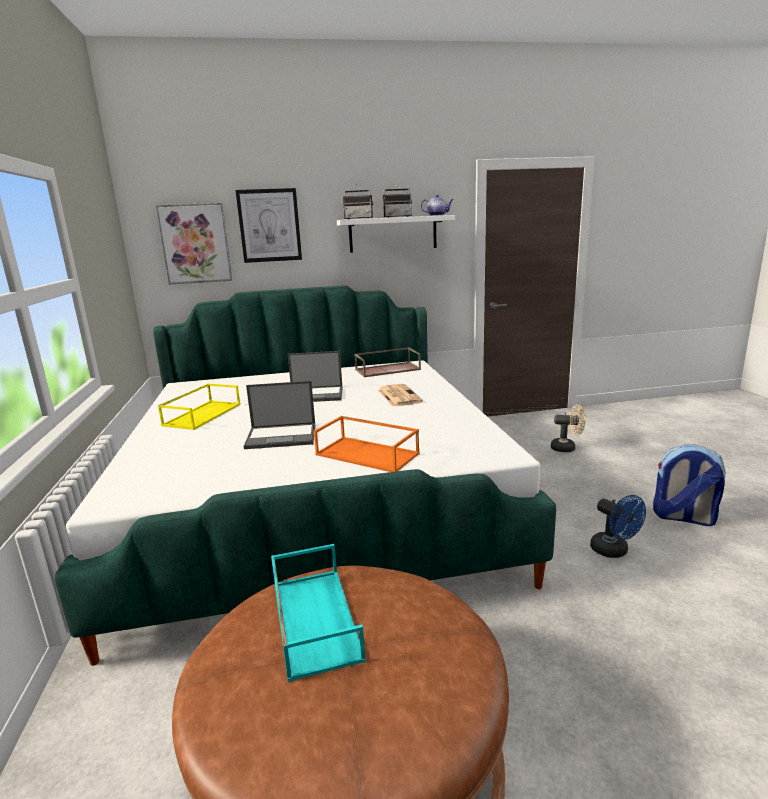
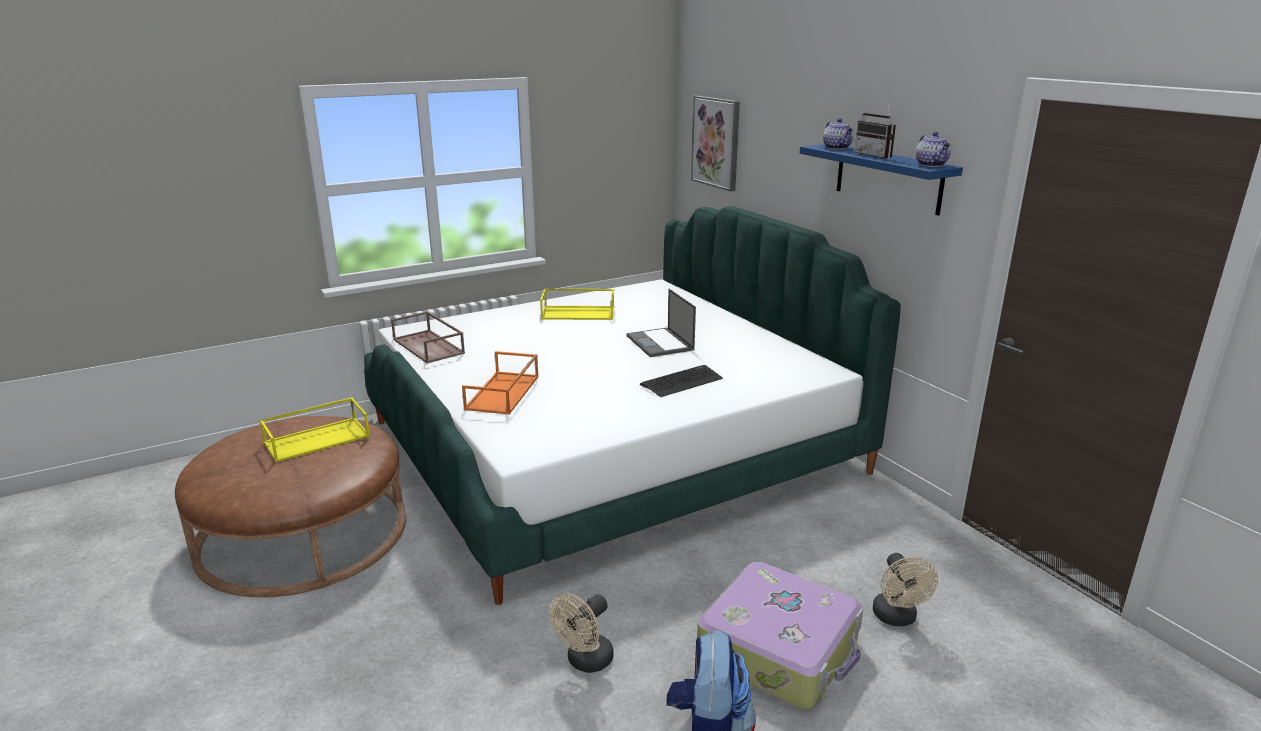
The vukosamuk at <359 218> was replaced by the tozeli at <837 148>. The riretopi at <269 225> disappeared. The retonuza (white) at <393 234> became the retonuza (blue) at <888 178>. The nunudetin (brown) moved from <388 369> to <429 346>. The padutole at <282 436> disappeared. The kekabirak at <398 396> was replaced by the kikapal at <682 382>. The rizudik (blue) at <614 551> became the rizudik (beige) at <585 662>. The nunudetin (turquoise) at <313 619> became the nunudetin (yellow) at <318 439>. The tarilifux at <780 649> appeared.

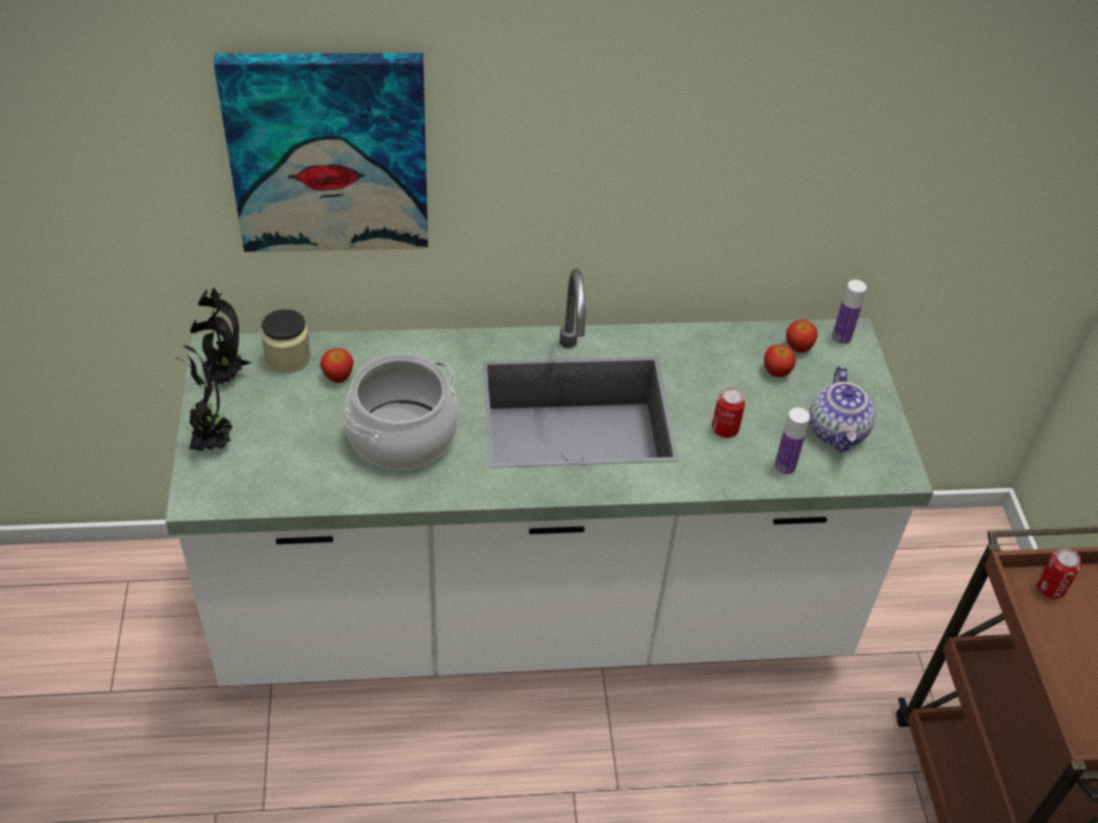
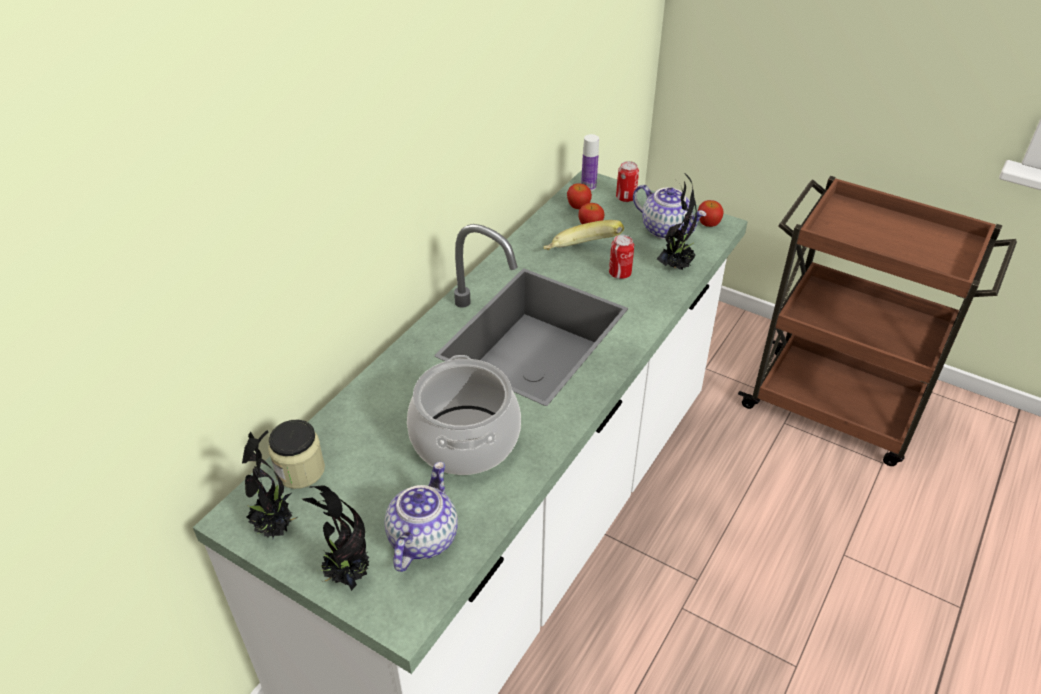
The riretopi at <329 152> disappeared. The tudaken moved from <338 376> to <708 224>. The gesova at <784 467> was replaced by the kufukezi at <676 265>. The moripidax moved from <1050 588> to <626 198>. The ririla at <581 254> appeared. The tozeli at <422 537> appeared.

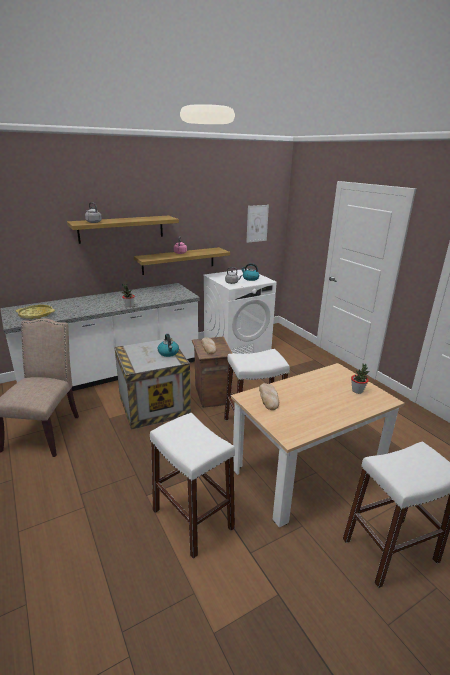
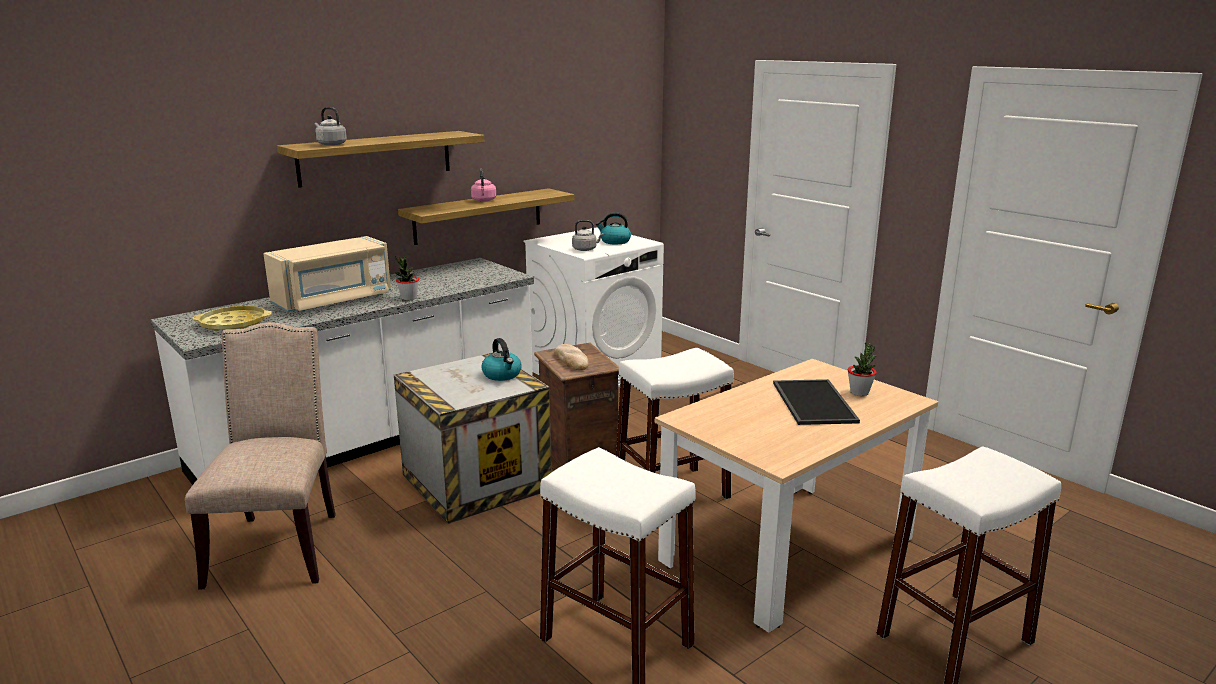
The riretopi at <257 223> disappeared. The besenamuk at <269 398> disappeared. The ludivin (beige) at <333 301> appeared. The nunudetin at <812 402> appeared.

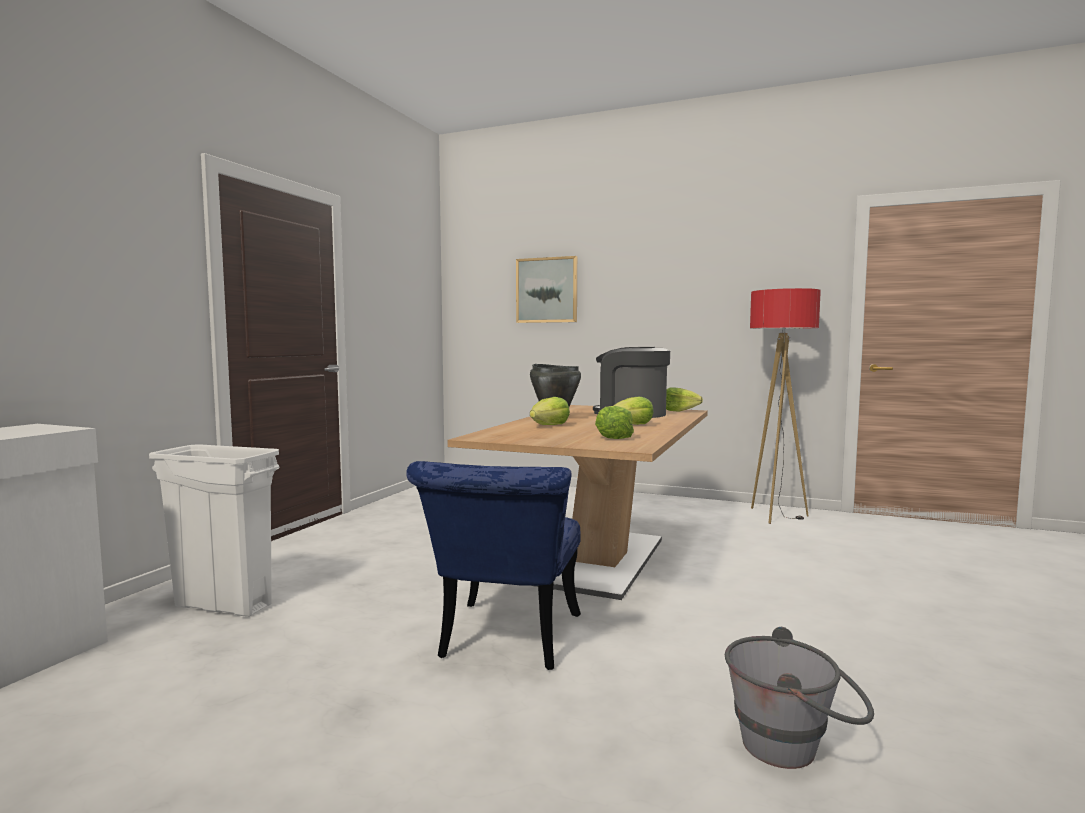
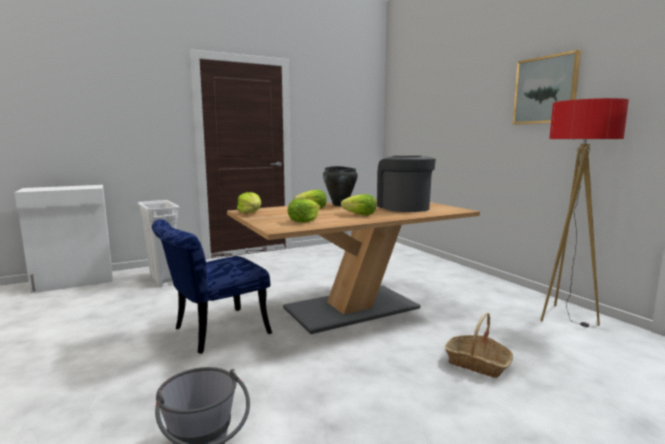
The riretopi moved from <547 290> to <545 90>. The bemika moved from <679 411> to <250 213>. The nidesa at <477 363> appeared.

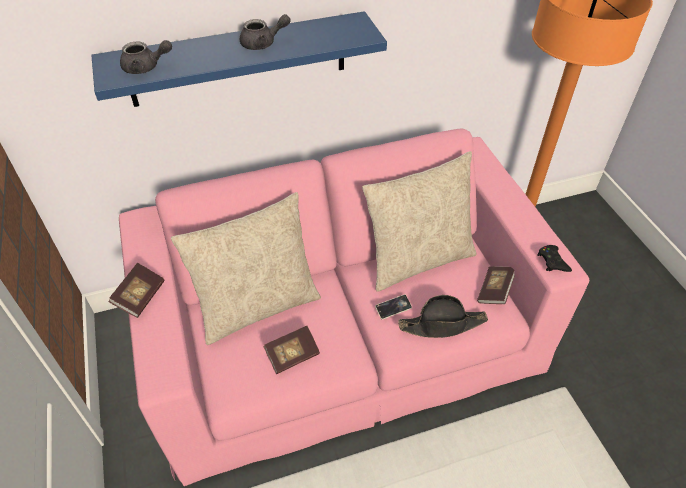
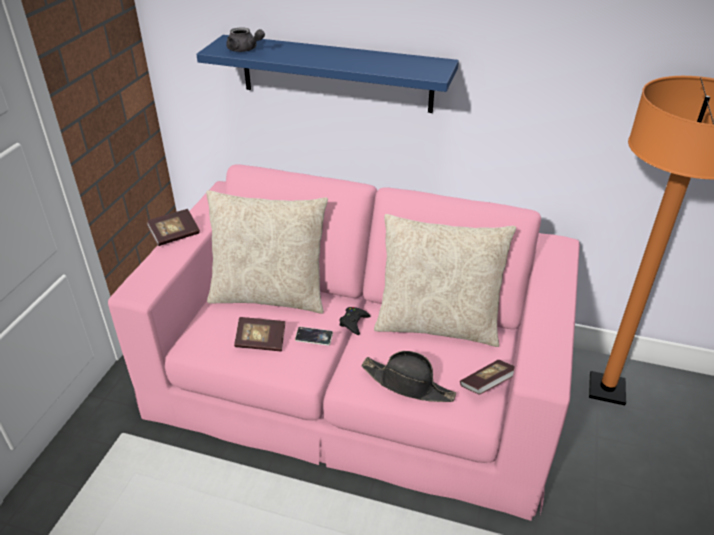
The tozeli (grey) at <263 43> disappeared. The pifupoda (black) moved from <552 261> to <354 323>. The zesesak moved from <393 308> to <314 338>.

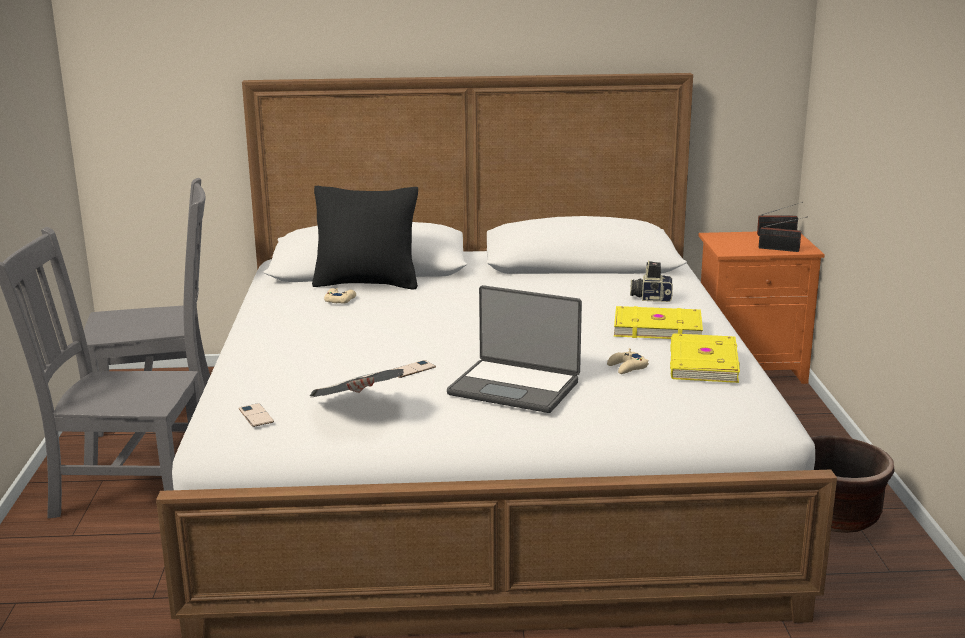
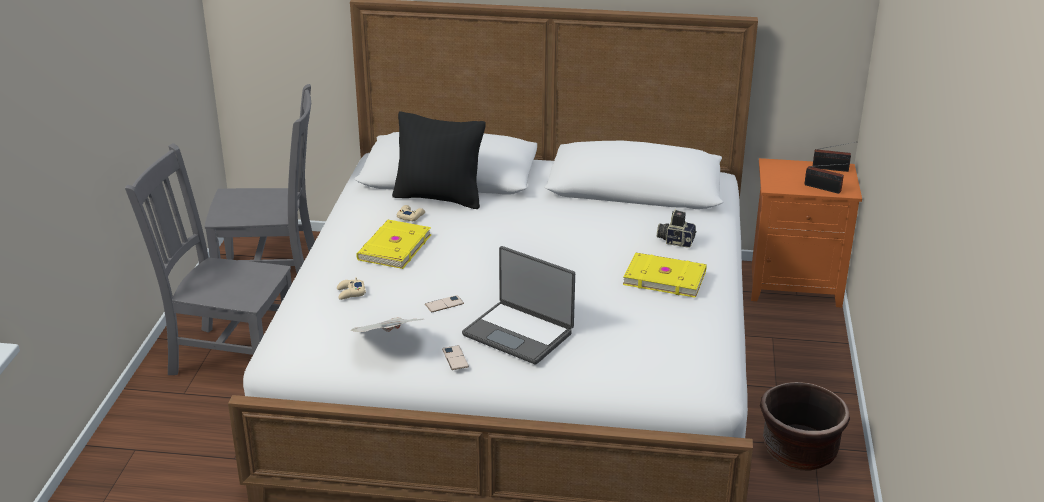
The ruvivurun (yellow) moved from <701 363> to <393 247>. The pifupoda (beige) moved from <627 367> to <350 293>. The zesesak moved from <256 415> to <455 358>.

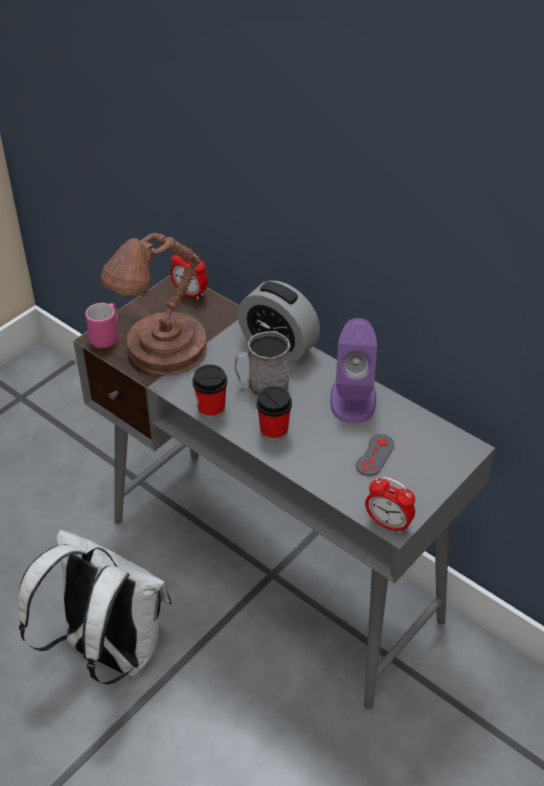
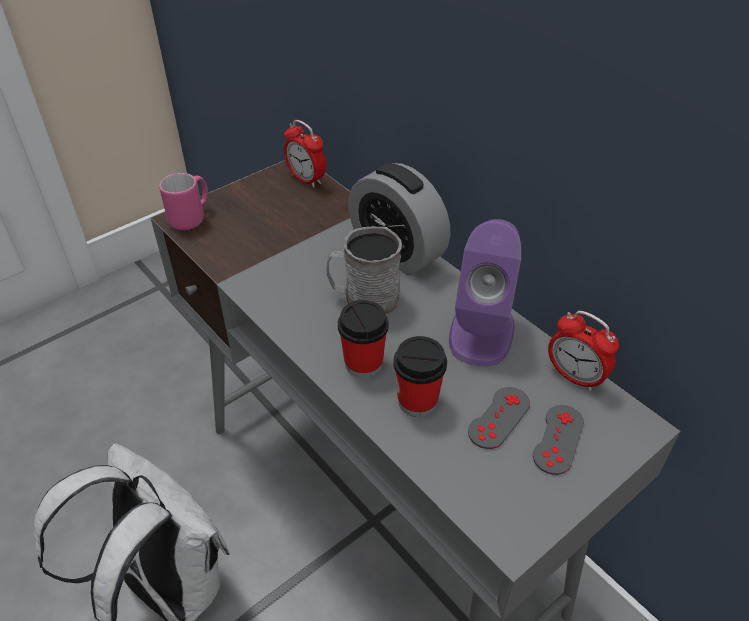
The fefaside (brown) at <163 352> disappeared. The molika moved from <211 409> to <417 401>. The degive moved from <388 523> to <574 377>. The pifupoda (grey) at <558 439> appeared.

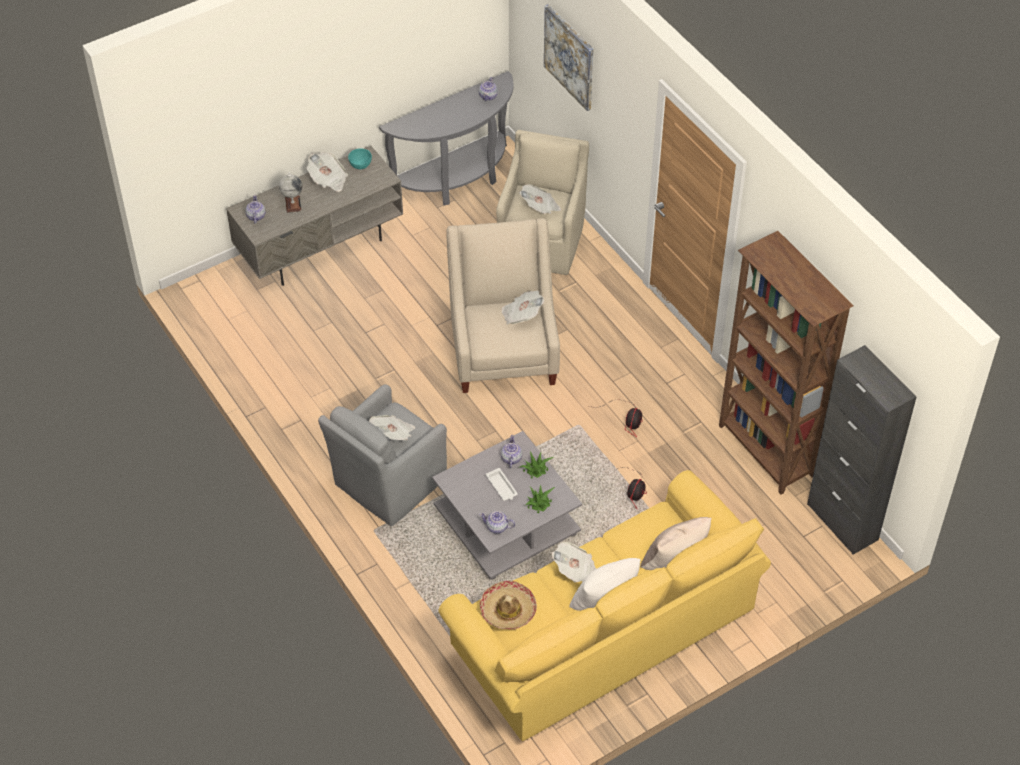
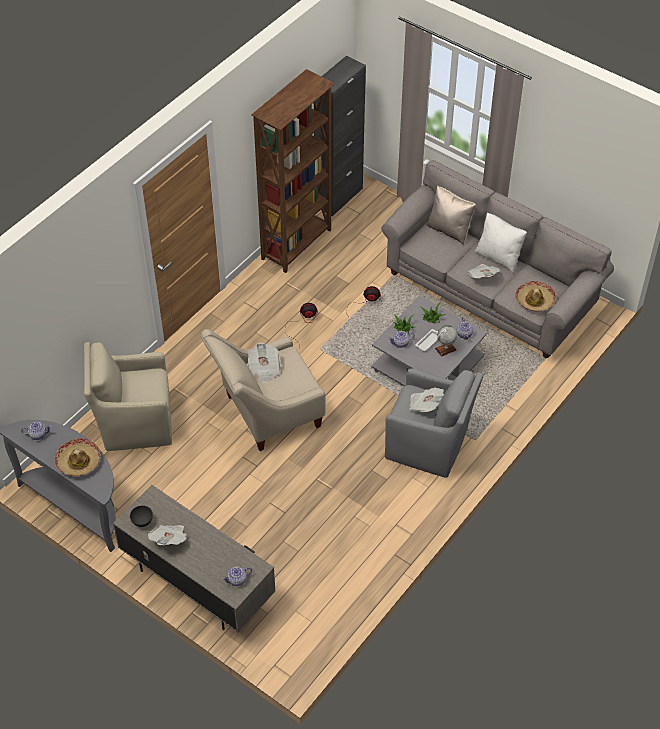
The riretopi at <569 57> disappeared. The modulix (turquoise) at <360 165> became the modulix (grey) at <142 521>. The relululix moved from <293 204> to <445 349>. The kekabirak at <540 207> disappeared. The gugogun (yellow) at <601 634> became the gugogun (grey) at <490 292>. The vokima at <78 461> appeared.

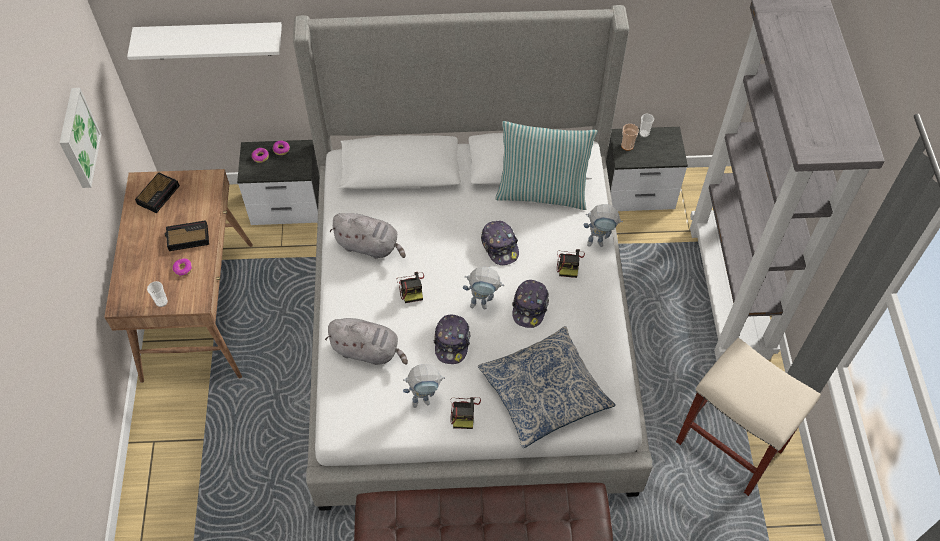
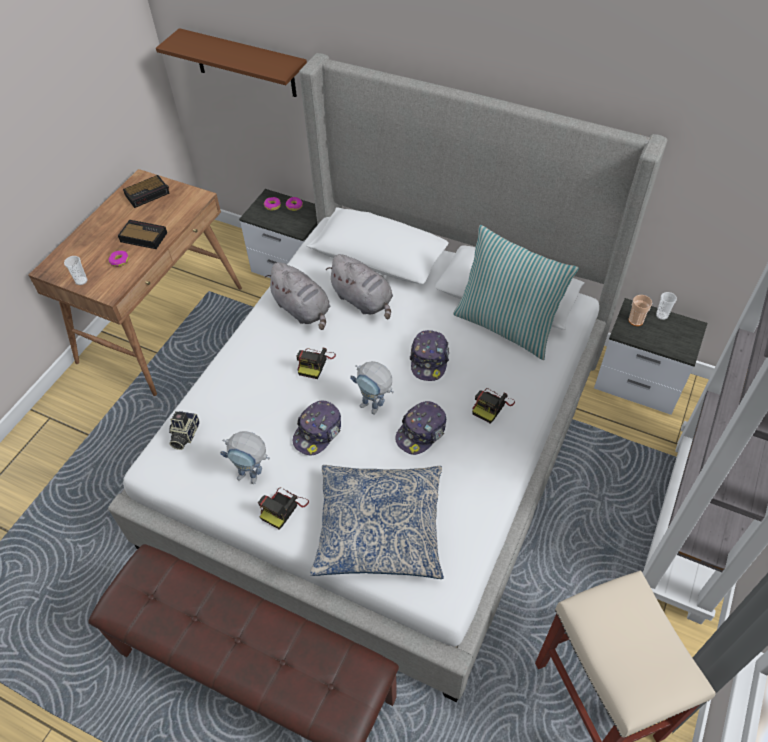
The retonuza (white) at <211 40> became the retonuza (brown) at <244 63>. The riretopi at <77 138> disappeared. The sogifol at <599 242> disappeared. The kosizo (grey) moved from <368 350> to <363 301>. The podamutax at <184 435> appeared.

